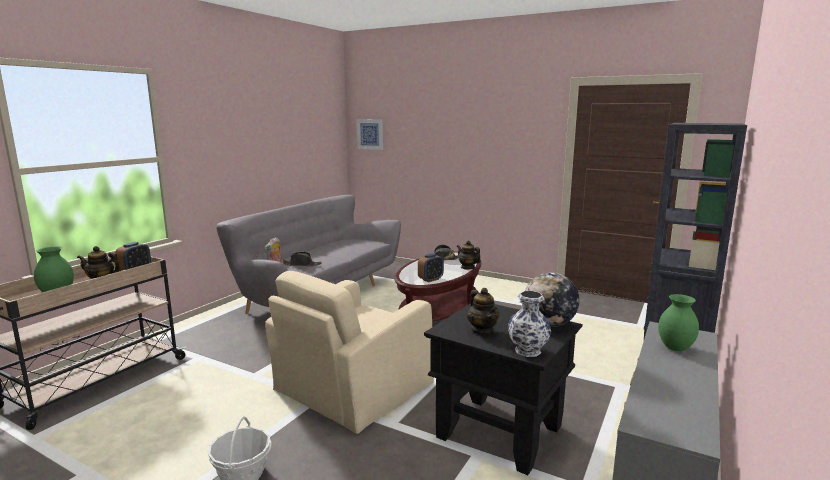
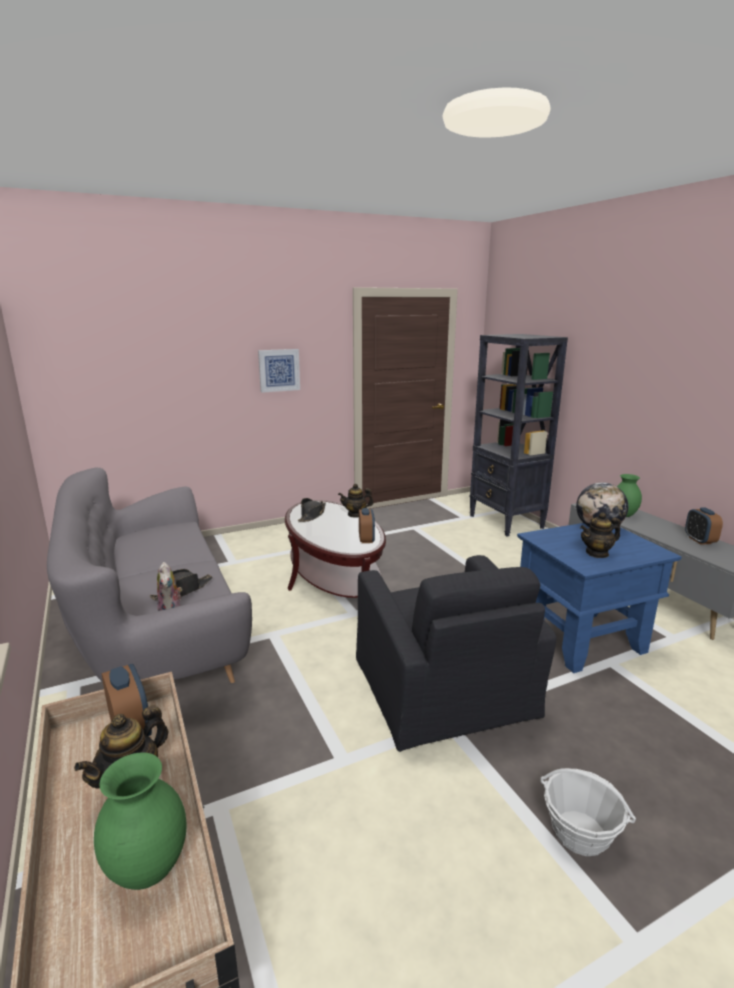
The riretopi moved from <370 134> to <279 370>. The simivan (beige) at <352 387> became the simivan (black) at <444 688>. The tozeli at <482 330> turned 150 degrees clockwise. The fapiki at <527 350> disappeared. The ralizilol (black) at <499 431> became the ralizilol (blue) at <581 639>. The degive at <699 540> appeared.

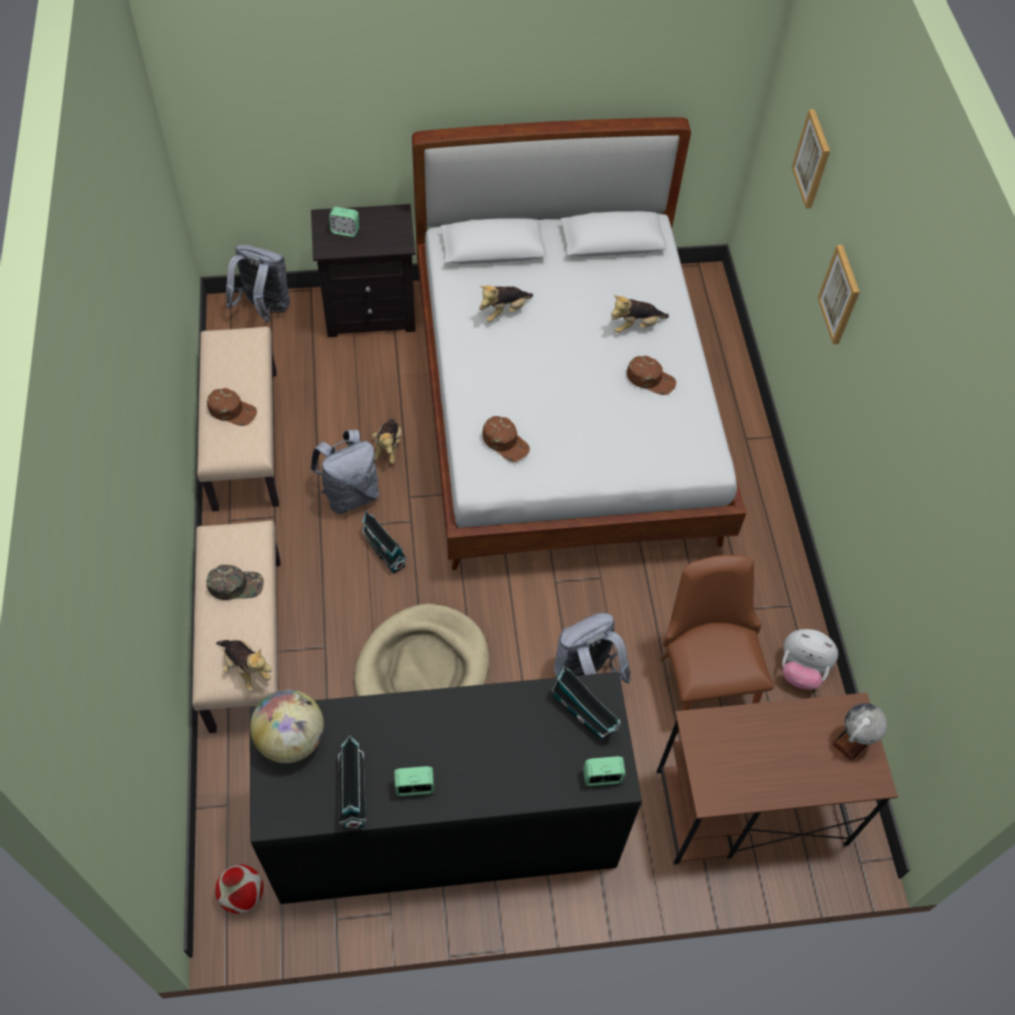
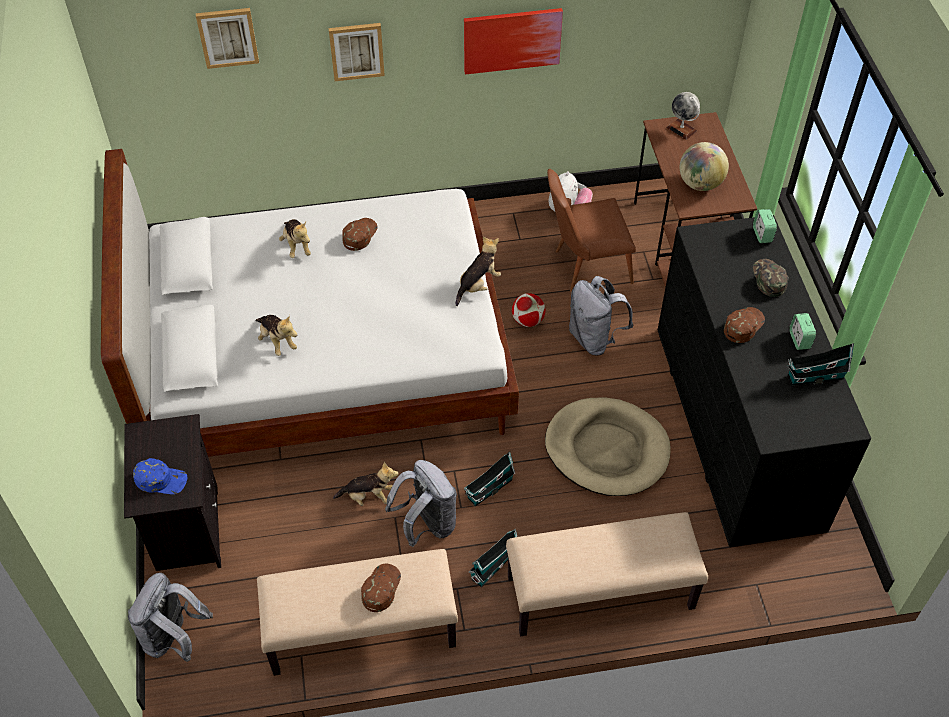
The degive at <345 231> was replaced by the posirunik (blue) at <161 479>. The posirunik (brown) moved from <505 442> to <743 325>. The posirunik (green) moved from <236 585> to <768 279>. The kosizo moved from <246 669> to <478 285>. The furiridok moved from <585 714> to <494 565>. The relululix moved from <291 739> to <700 183>. The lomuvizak moved from <243 895> to <527 320>. The riretopi at <512 40> appeared.

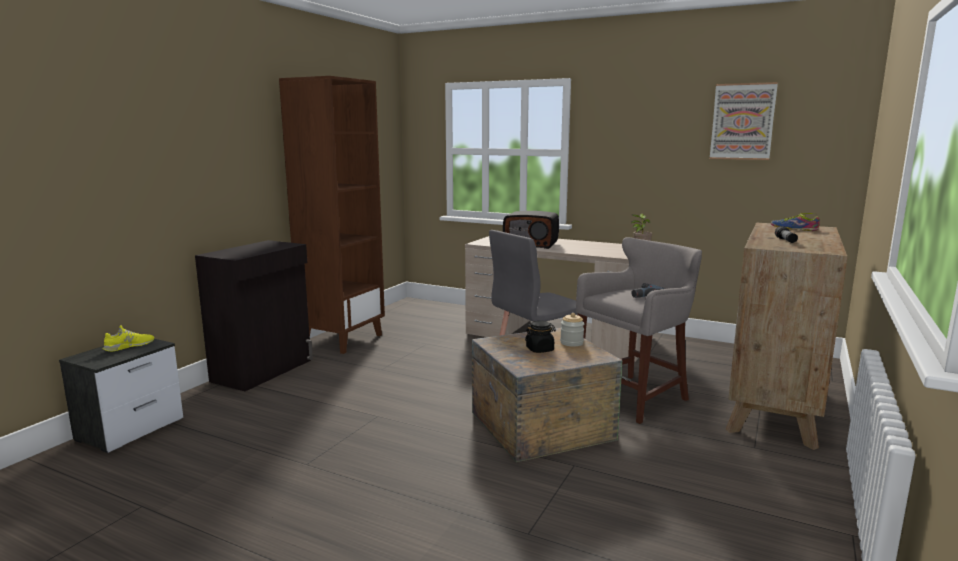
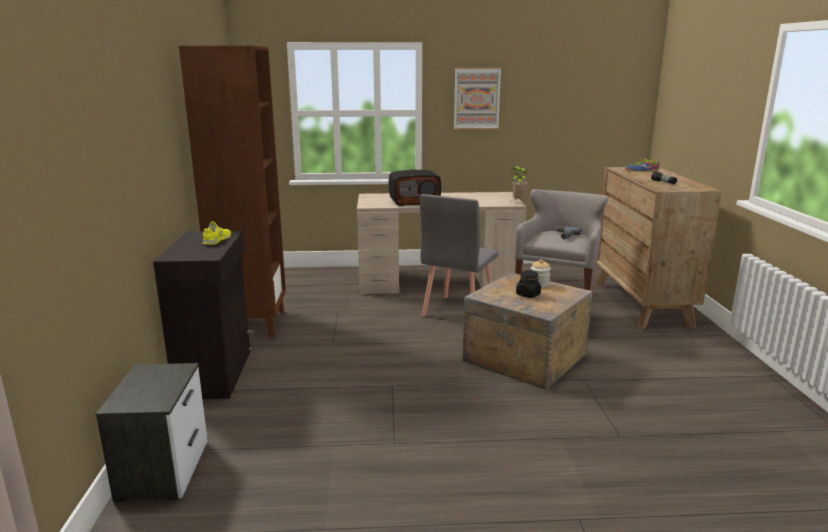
The riretopi moved from <742 121> to <476 98>. The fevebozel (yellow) moved from <129 346> to <217 240>.

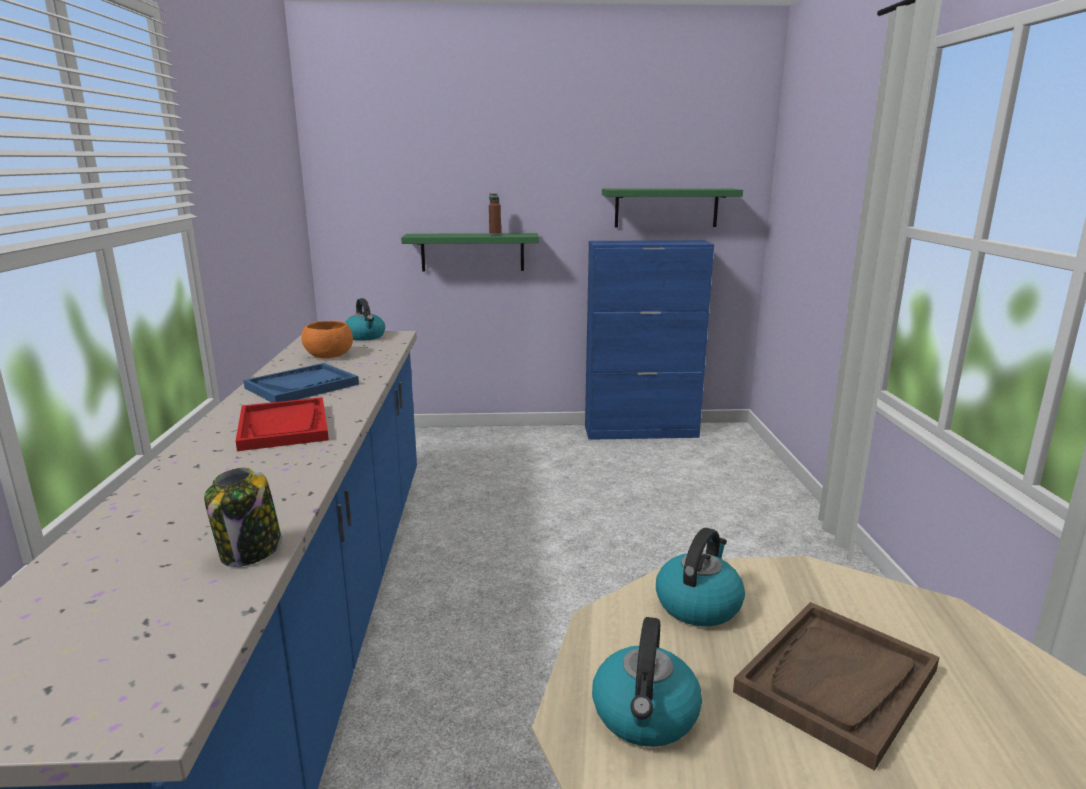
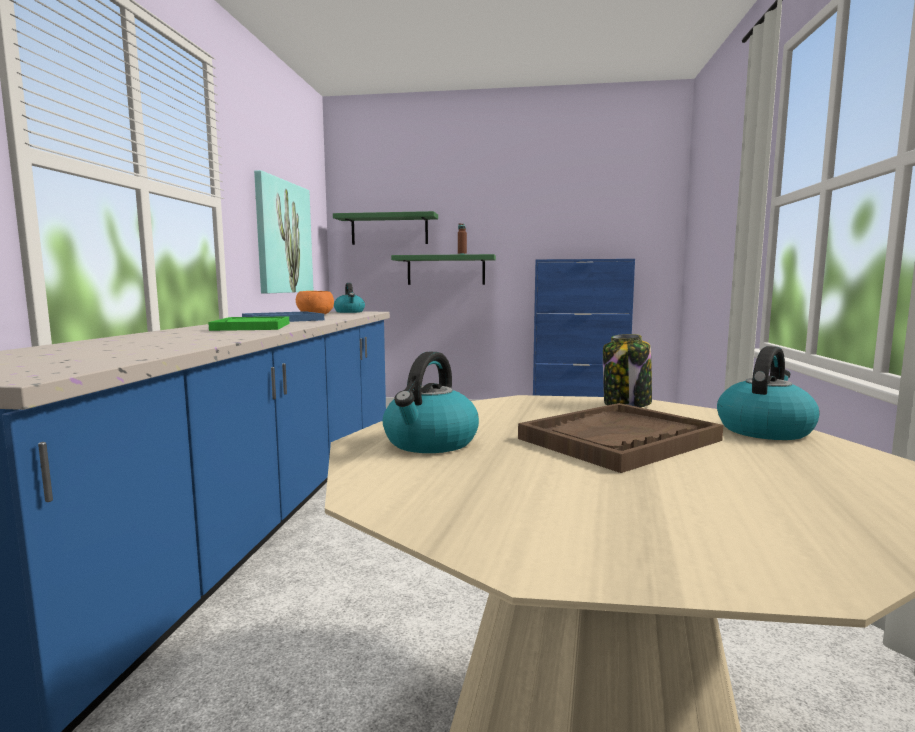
The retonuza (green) moved from <666 207> to <389 229>. The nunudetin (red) at <284 427> became the nunudetin (green) at <252 327>. The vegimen moved from <250 551> to <627 404>. The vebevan moved from <698 604> to <764 430>. The riretopi at <283 237> appeared.

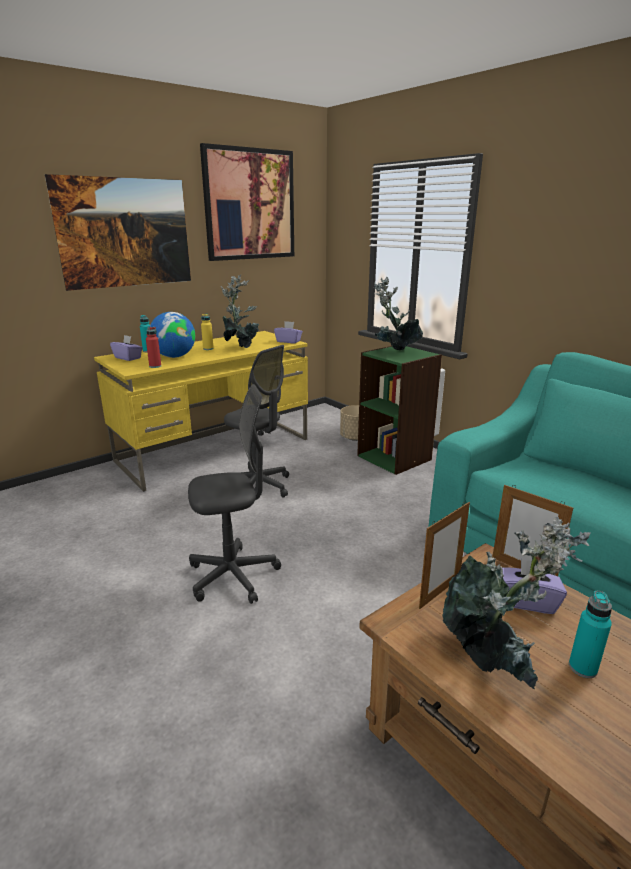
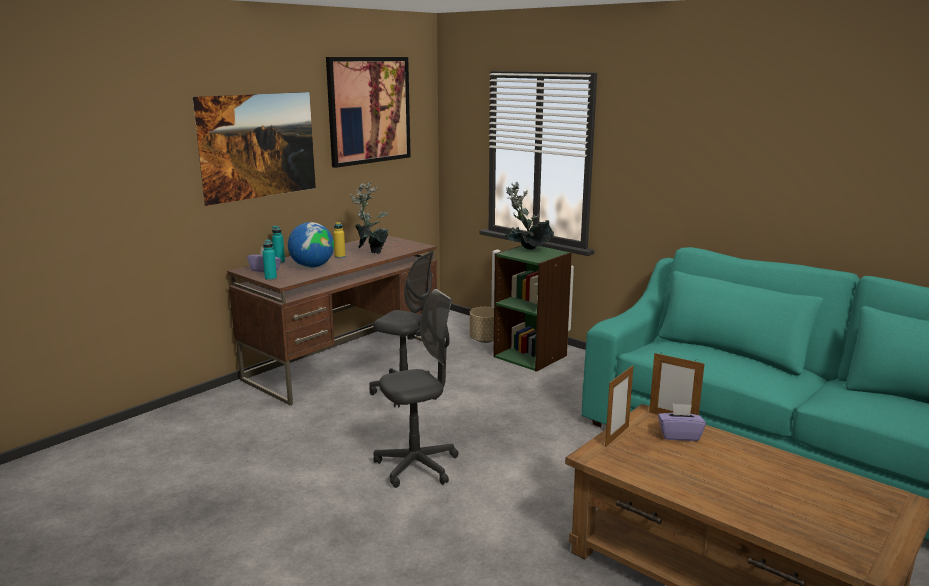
The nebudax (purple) at <288 341> disappeared. The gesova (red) at <155 366> disappeared. The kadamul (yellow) at <215 450> became the kadamul (brown) at <345 361>. The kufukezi at <493 658> disappeared. The gesova (turquoise) moved from <582 667> to <270 278>.

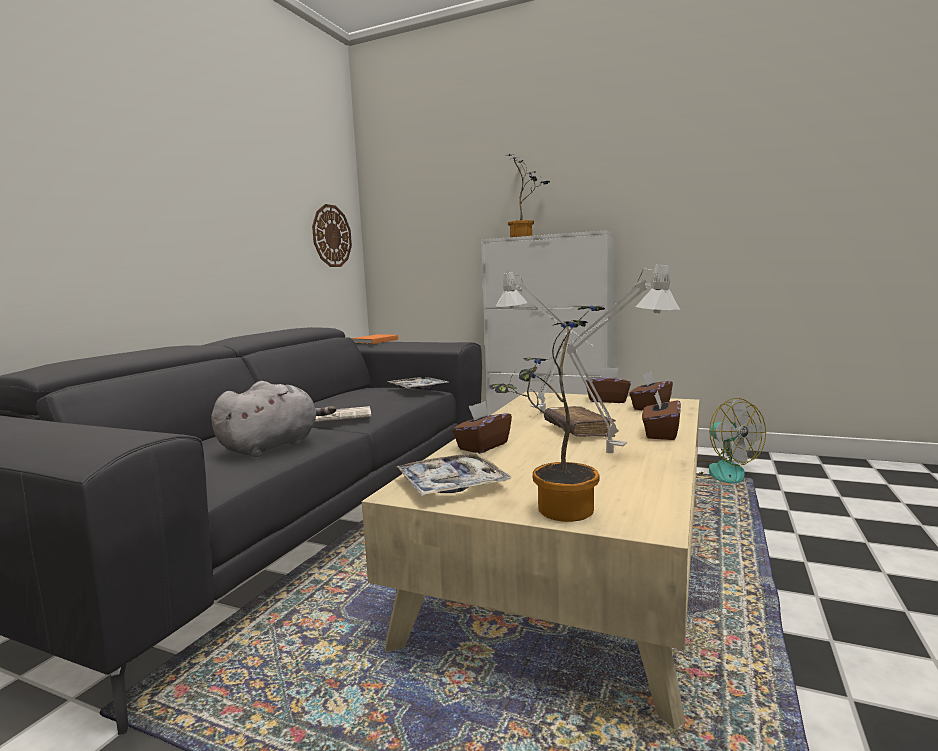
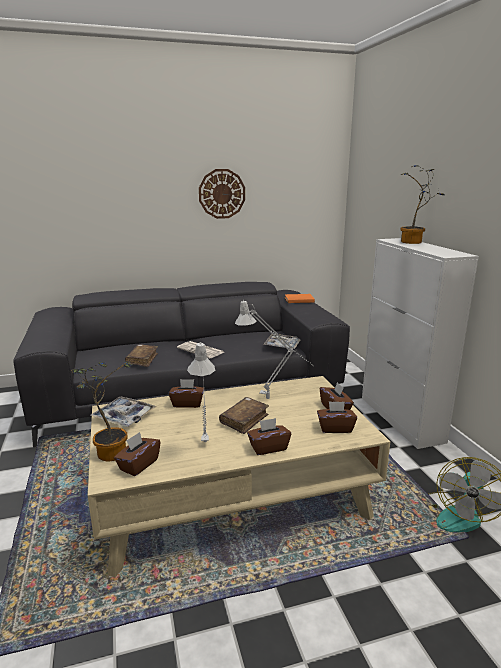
The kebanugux moved from <331 236> to <222 194>. The kosizo (grey) at <273 446> was replaced by the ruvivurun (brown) at <142 359>. The nebudax (brown) at <138 465> appeared.

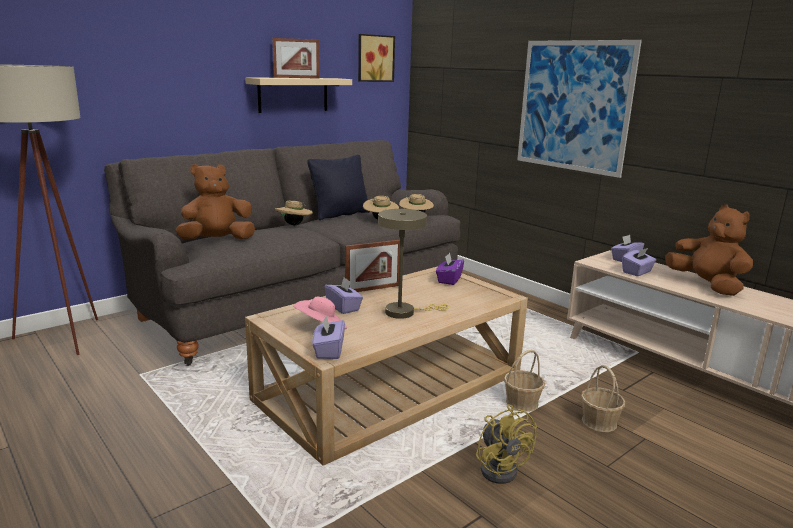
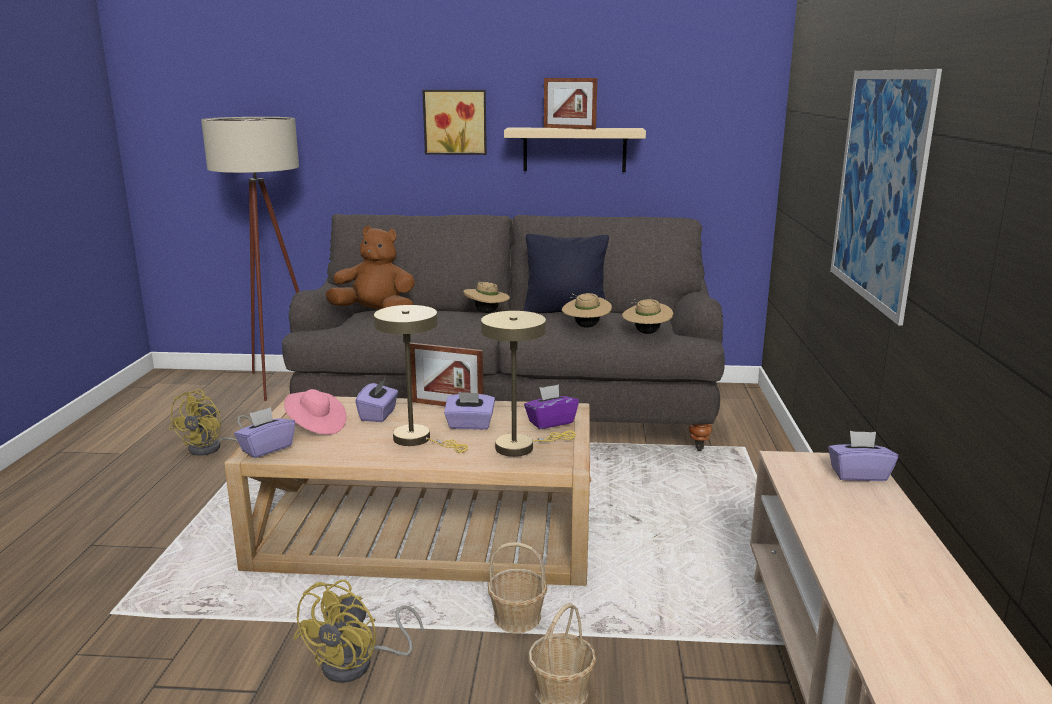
The riretopi moved from <374 58> to <455 122>. The kosizo (brown) at <706 285> disappeared. The nebudax (purple) moved from <637 272> to <470 425>. The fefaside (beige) at <521 446> appeared. The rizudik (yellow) at <212 448> appeared.

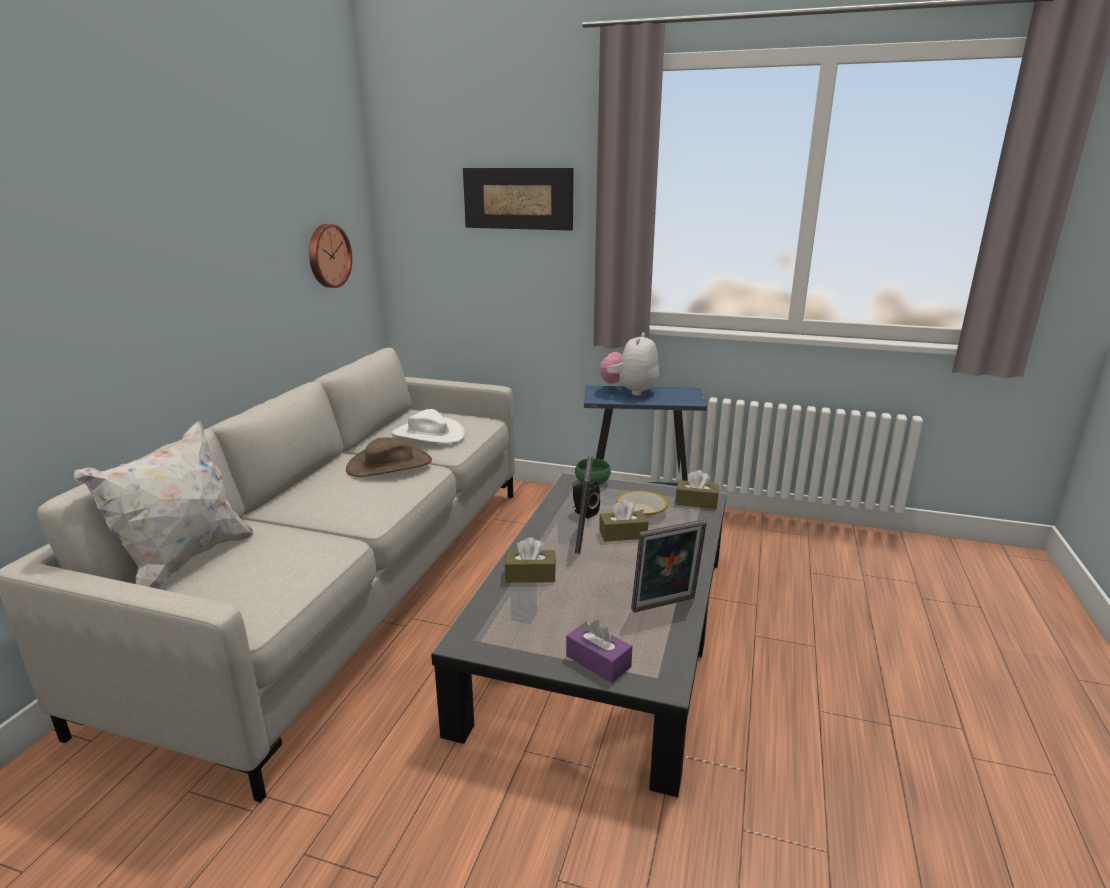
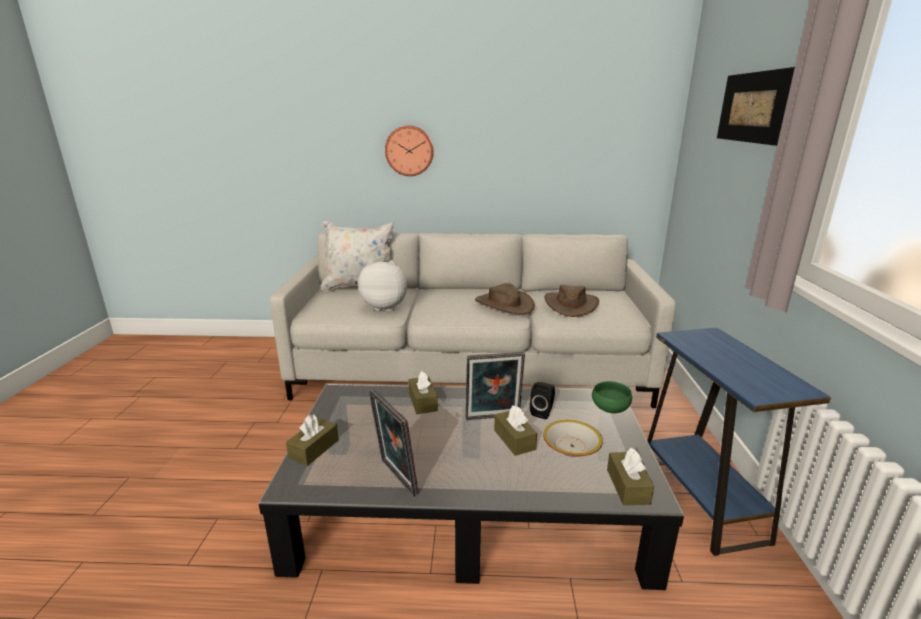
The kebanugux moved from <328 256> to <409 151>. The kosizo moved from <630 391> to <385 307>. The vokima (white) at <428 434> became the vokima (brown) at <570 305>. The nebudax (purple) at <598 661> became the nebudax (brown) at <314 449>.

